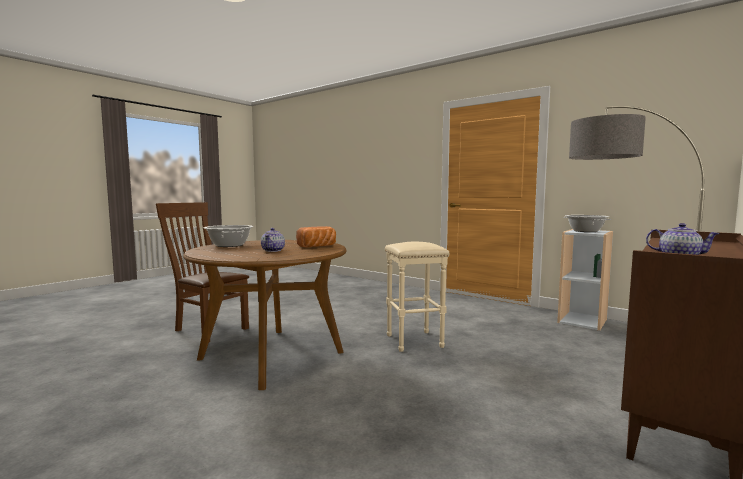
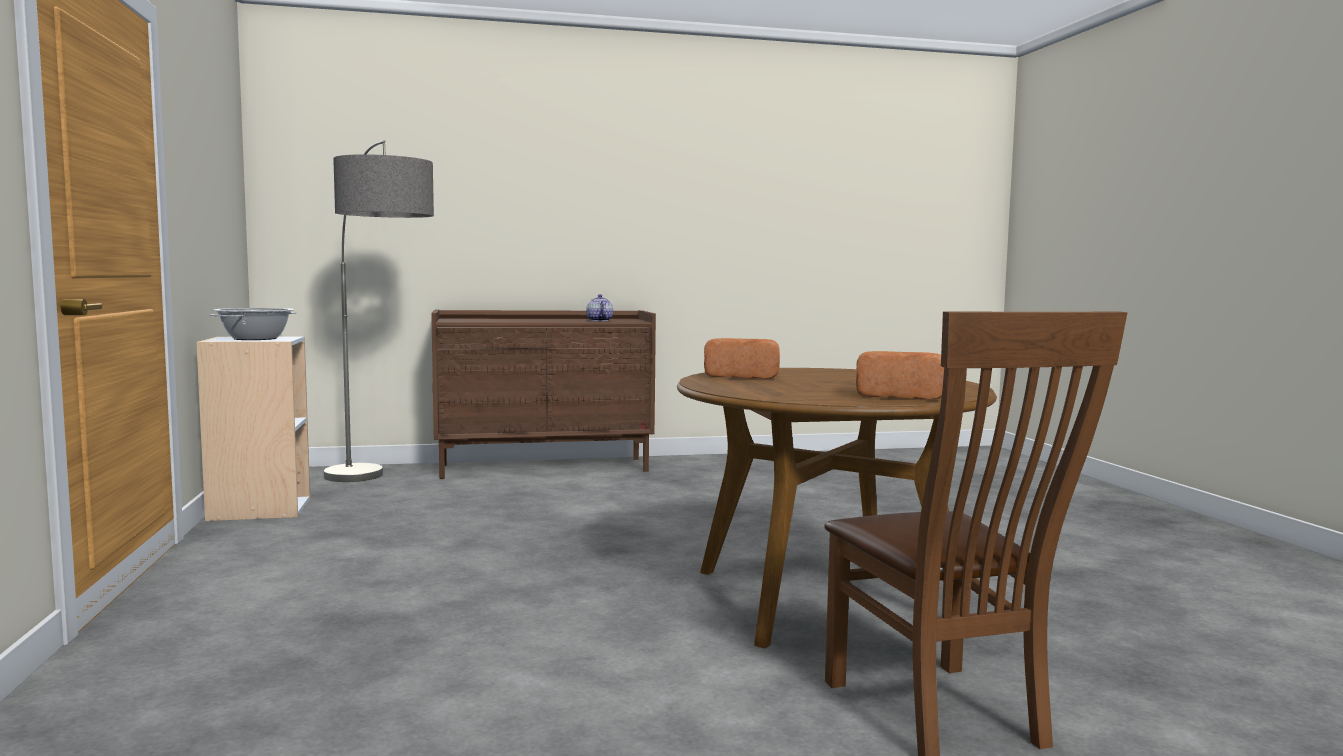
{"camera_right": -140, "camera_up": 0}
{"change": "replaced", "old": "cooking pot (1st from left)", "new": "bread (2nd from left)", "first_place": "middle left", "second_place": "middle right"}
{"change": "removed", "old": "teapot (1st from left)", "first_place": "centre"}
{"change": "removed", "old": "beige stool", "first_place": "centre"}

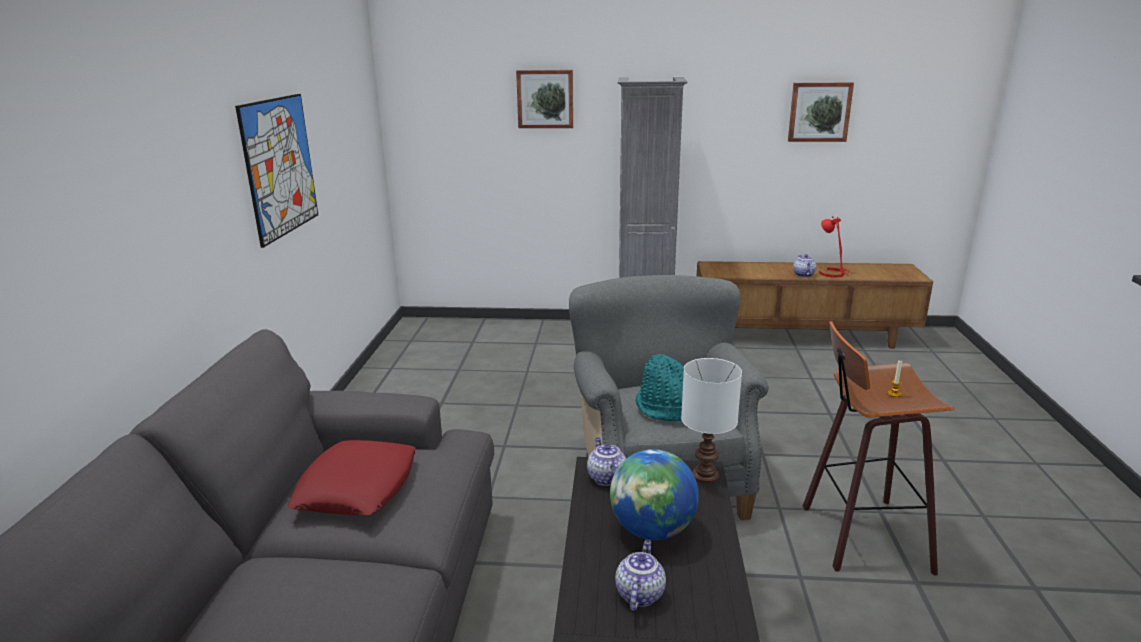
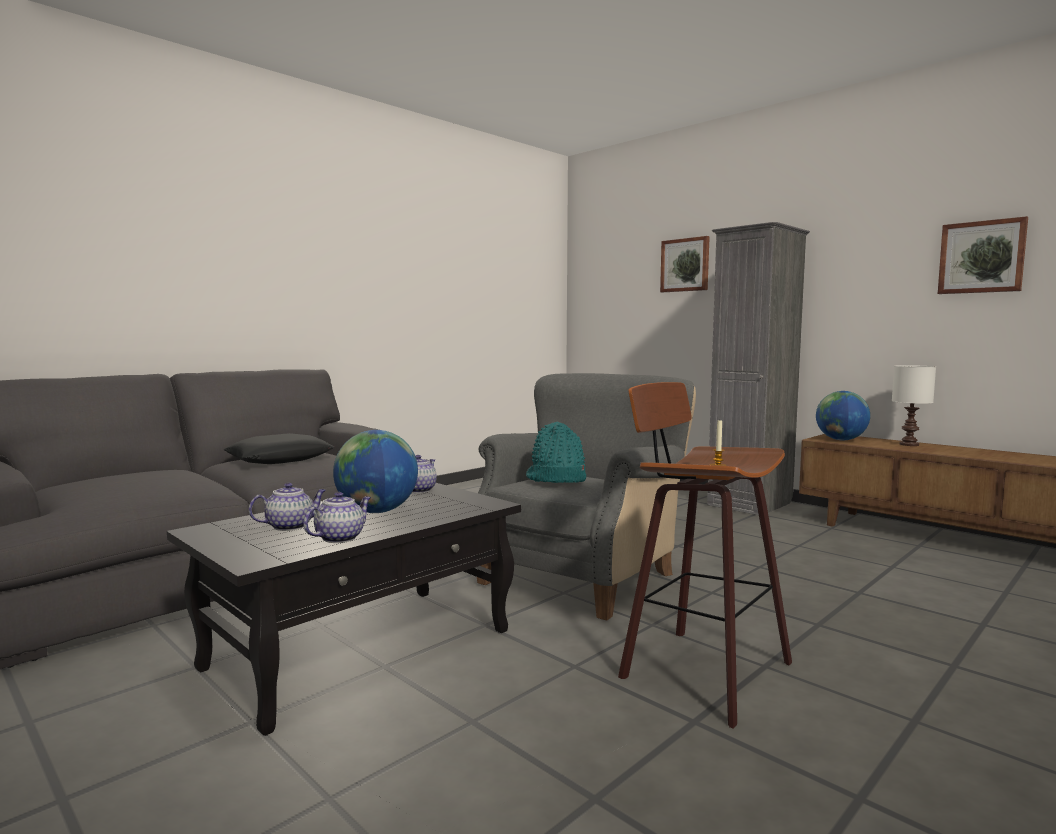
{"camera_right": 40, "camera_up": -15}
{"change": "removed", "old": "picture (1st from left)", "first_place": "top left"}
{"change": "removed", "old": "red table lamp", "first_place": "middle right"}
{"change": "moved", "old": "teapot (3rd from left in the first image)", "new": "teapot (2nd from left)", "first_place": "middle right", "second_place": "middle left"}
{"change": "moved", "old": "white table lamp", "first_place": "centre", "second_place": "middle right"}
{"change": "recoloured", "old": "red pillow", "new": "black pillow", "first_place": "bottom left", "second_place": "middle left"}
{"change": "added", "new": "globe (2nd from left)", "second_place": "middle right"}

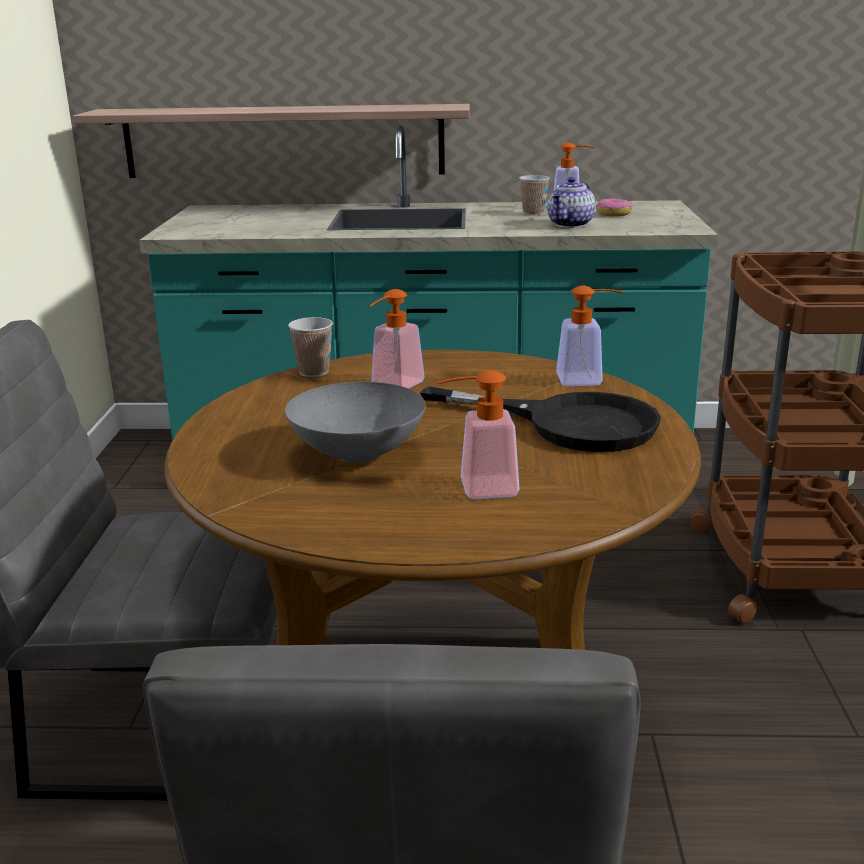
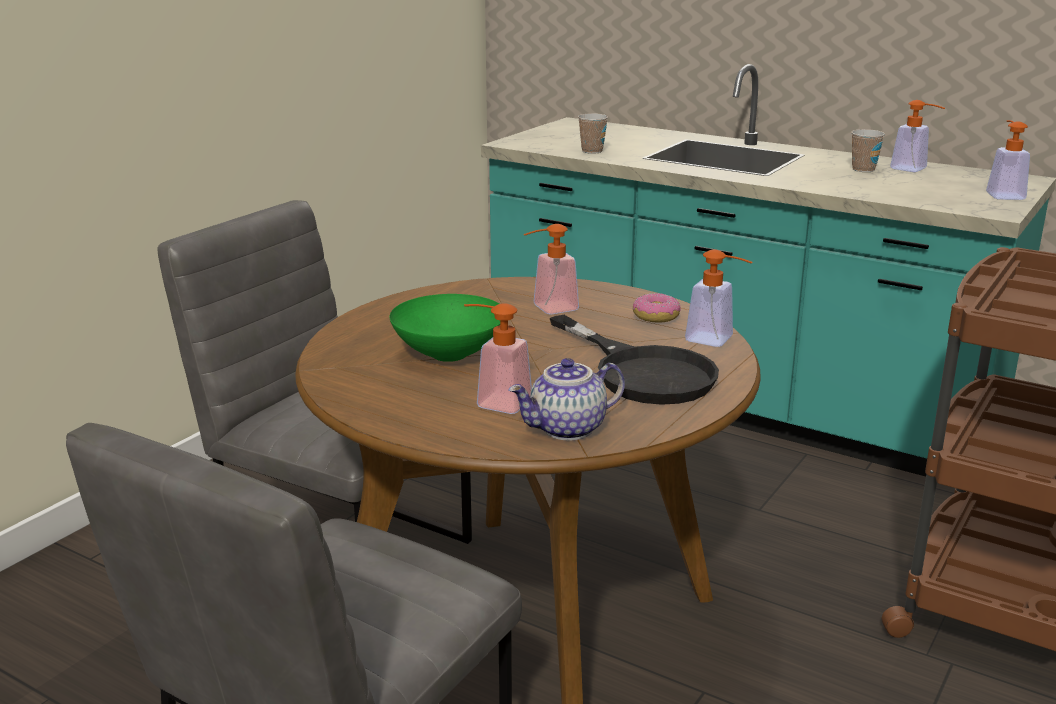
{"camera_right": 30, "camera_up": 0}
{"change": "removed", "old": "shelf", "first_place": "top left"}
{"change": "moved", "old": "teapot", "first_place": "top centre", "second_place": "centre"}
{"change": "moved", "old": "donut", "first_place": "top right", "second_place": "centre"}
{"change": "moved", "old": "cup (1st from left)", "first_place": "centre", "second_place": "top centre"}
{"change": "recoloured", "old": "grey bowl", "new": "green bowl", "first_place": "centre", "second_place": "centre"}
{"change": "added", "new": "soap dispenser (5th from left)", "second_place": "top right"}

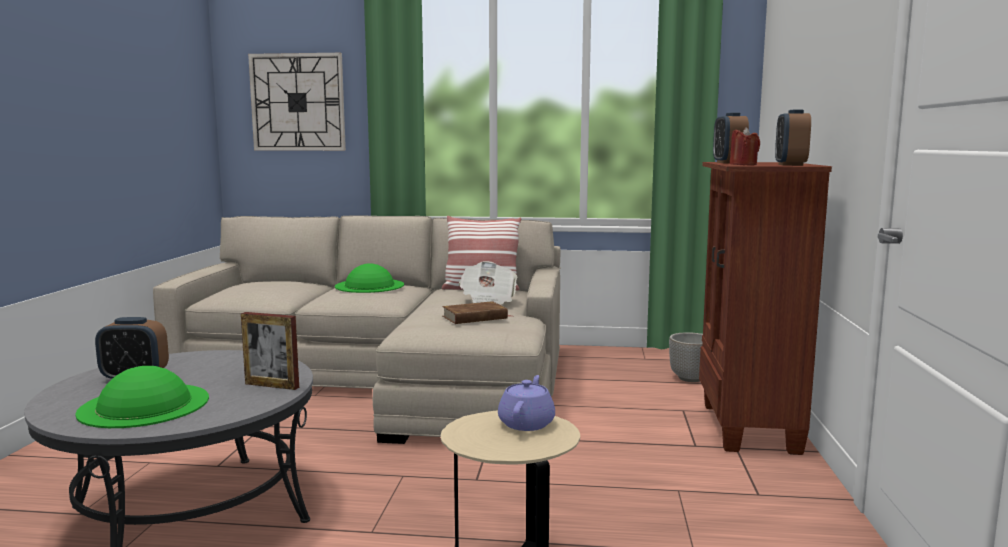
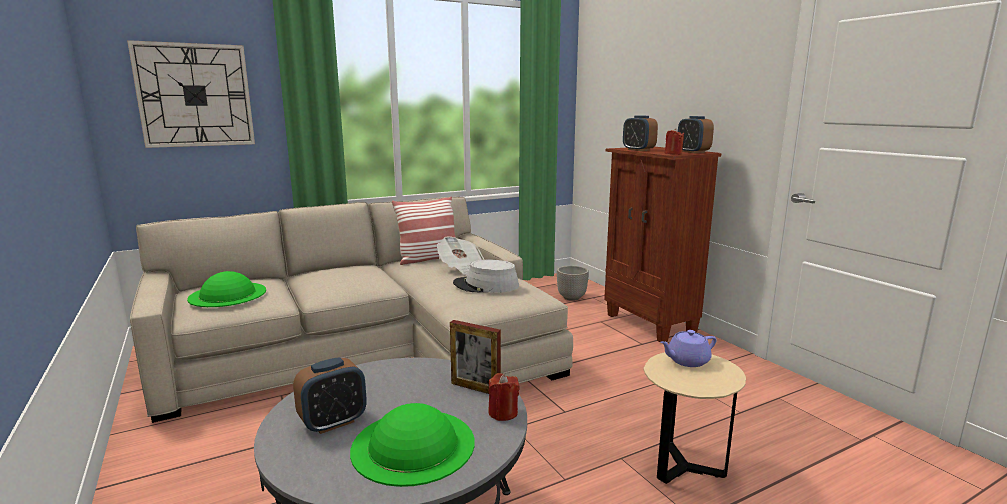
{"camera_right": -35, "camera_up": 5}
{"change": "moved", "old": "green hat (2nd from left in the first image)", "new": "green hat (1st from left)", "first_place": "centre", "second_place": "middle left"}
{"change": "replaced", "old": "brown book", "new": "grey hat", "first_place": "centre", "second_place": "centre"}
{"change": "turned", "old": "picture frame", "first_place": "middle left", "second_place": "bottom centre", "degrees": 45}
{"change": "turned", "old": "purple teapot", "first_place": "bottom centre", "second_place": "bottom right", "degrees": -90}
{"change": "added", "new": "red candle (1st from left)", "second_place": "bottom centre"}

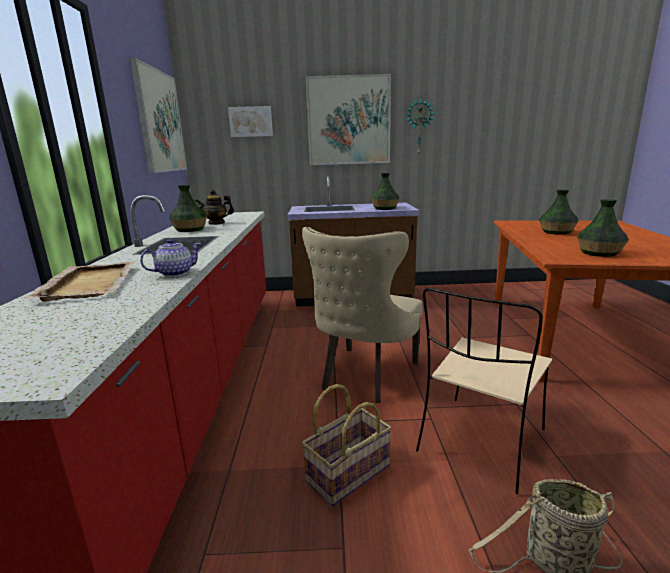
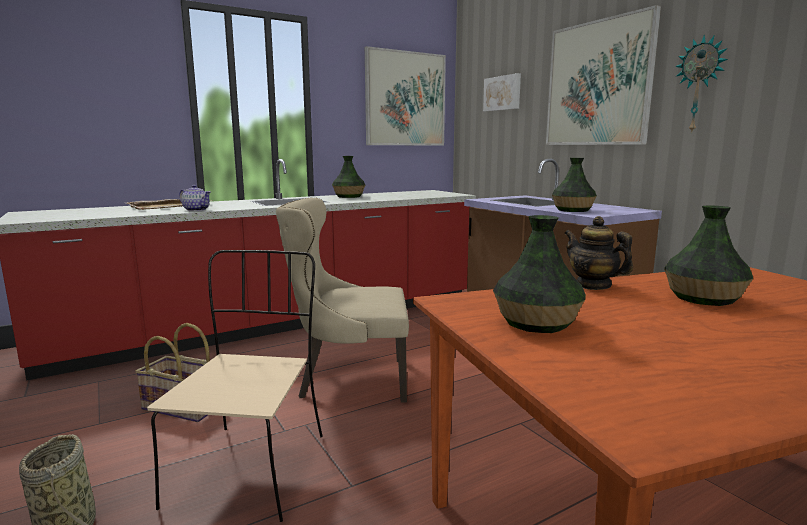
{"camera_right": 60, "camera_up": -5}
{"change": "moved", "old": "teapot (2nd from left)", "first_place": "middle left", "second_place": "middle right"}
{"change": "turned", "old": "beige chair (2nd from left in the first image)", "first_place": "bottom right", "second_place": "bottom left", "degrees": 90}

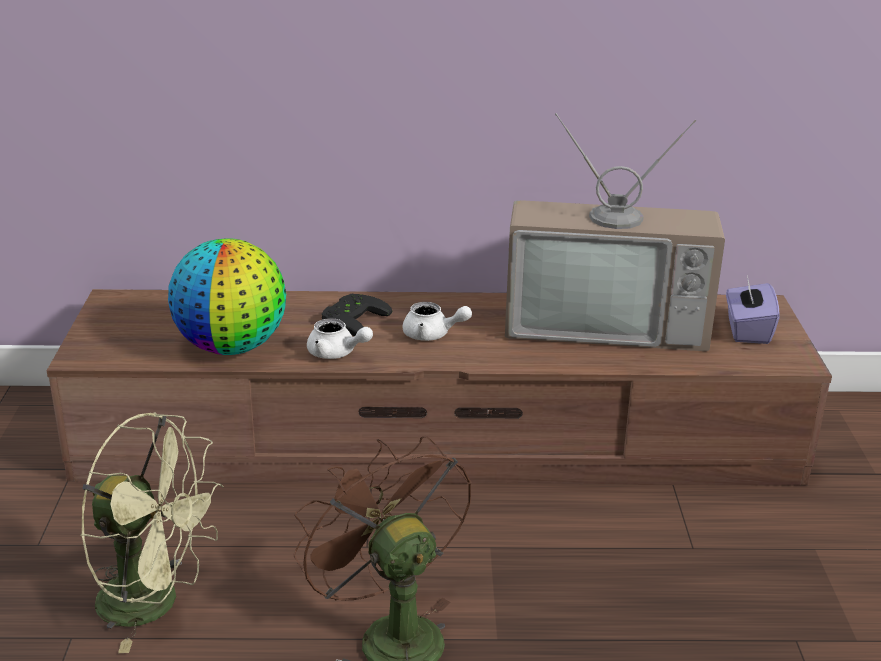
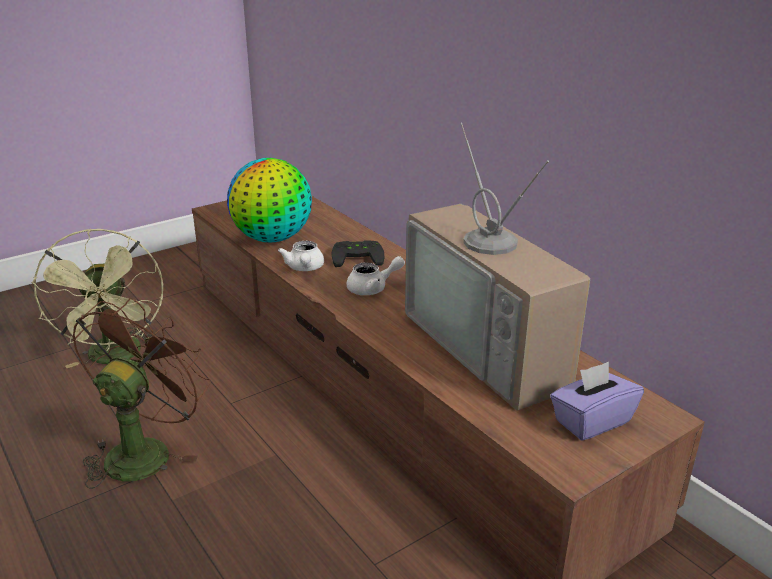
{"camera_right": 55, "camera_up": 0}
{"change": "turned", "old": "white teapot (2nd from left)", "first_place": "centre", "second_place": "centre", "degrees": -90}

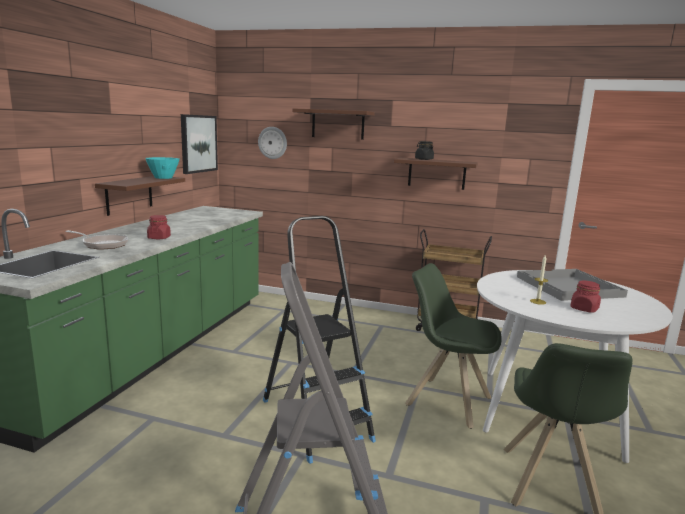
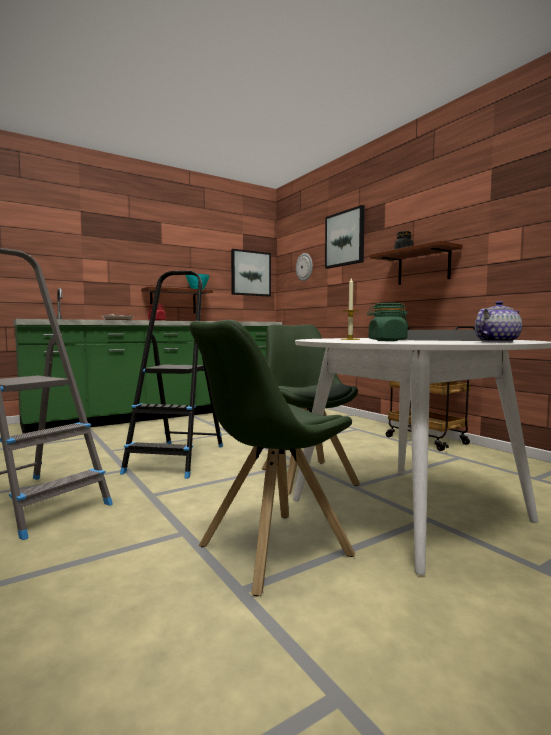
{"camera_right": 40, "camera_up": -10}
{"change": "replaced", "old": "brown shelf (2nd from left)", "new": "picture (2nd from left)", "first_place": "top centre", "second_place": "top centre"}
{"change": "recoloured", "old": "red jar (2nd from left)", "new": "green jar", "first_place": "middle right", "second_place": "middle right"}
{"change": "added", "new": "teapot", "second_place": "middle right"}

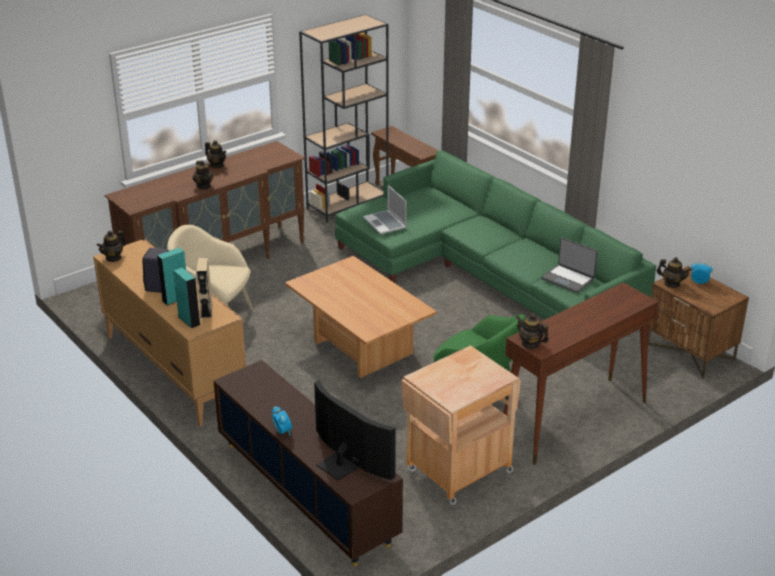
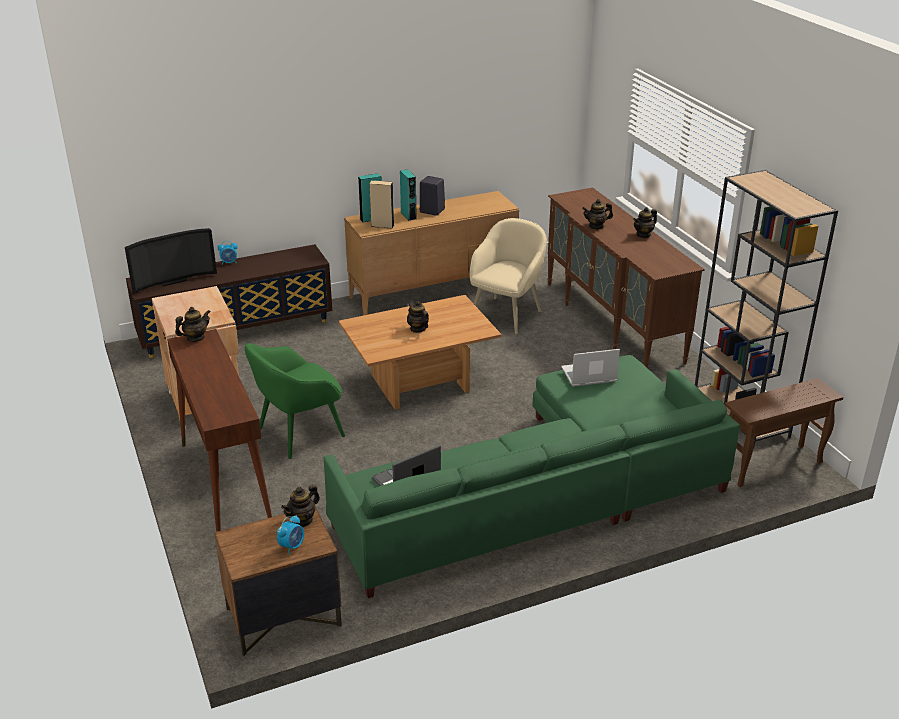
{"camera_right": 105, "camera_up": 0}
{"change": "moved", "old": "teapot (1st from left in the first image)", "new": "teapot (3rd from left)", "first_place": "middle left", "second_place": "centre"}

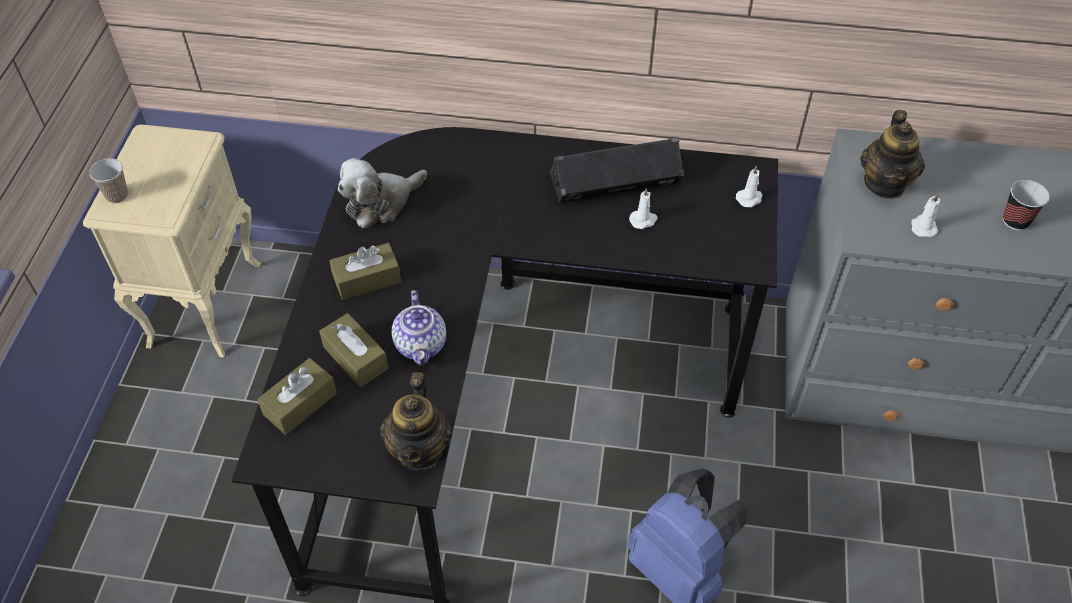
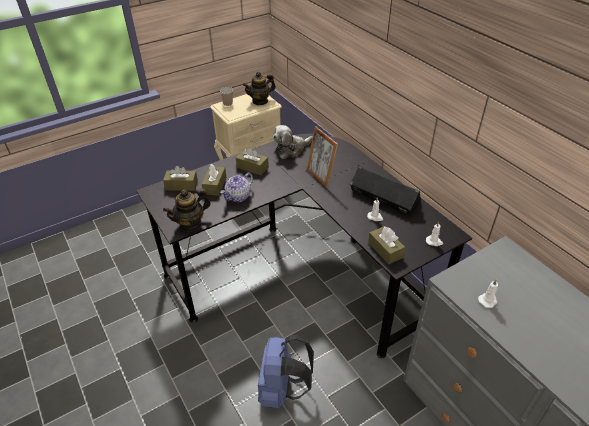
{"camera_right": 50, "camera_up": -10}
{"change": "moved", "old": "teapot (3rd from left)", "first_place": "top right", "second_place": "top centre"}
{"change": "turned", "old": "plush toy", "first_place": "top centre", "second_place": "centre", "degrees": -45}
{"change": "removed", "old": "cup (2nd from left)", "first_place": "middle right"}
{"change": "added", "new": "picture frame", "second_place": "centre"}
{"change": "added", "new": "brown tissue box (4th from left)", "second_place": "centre"}

